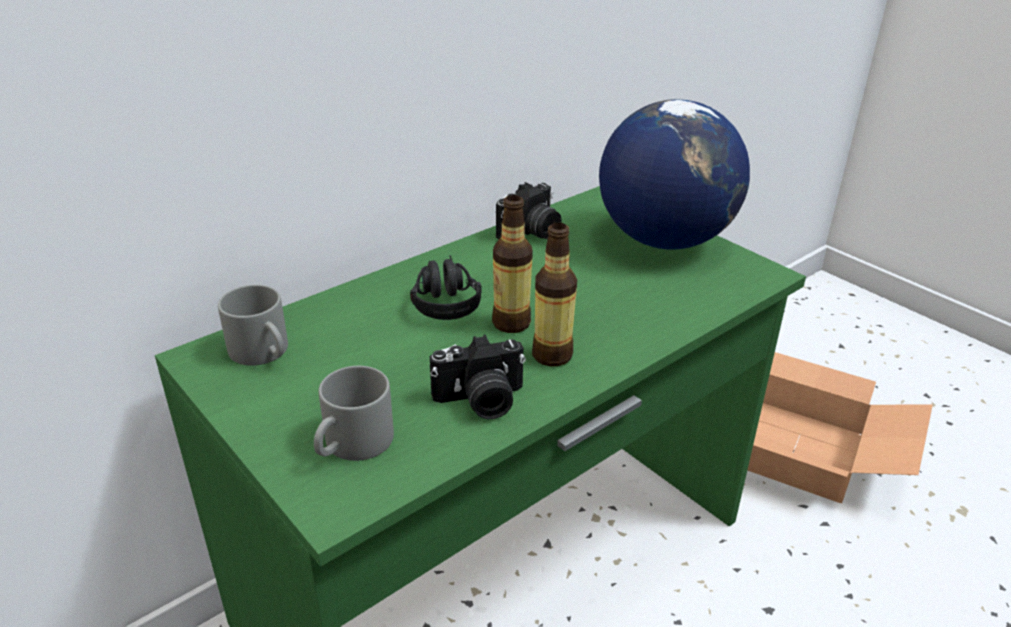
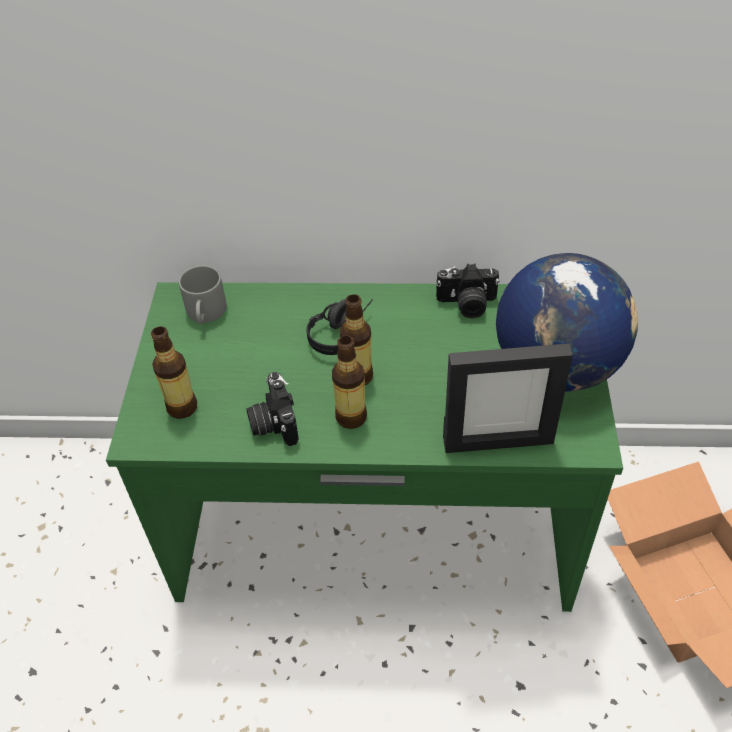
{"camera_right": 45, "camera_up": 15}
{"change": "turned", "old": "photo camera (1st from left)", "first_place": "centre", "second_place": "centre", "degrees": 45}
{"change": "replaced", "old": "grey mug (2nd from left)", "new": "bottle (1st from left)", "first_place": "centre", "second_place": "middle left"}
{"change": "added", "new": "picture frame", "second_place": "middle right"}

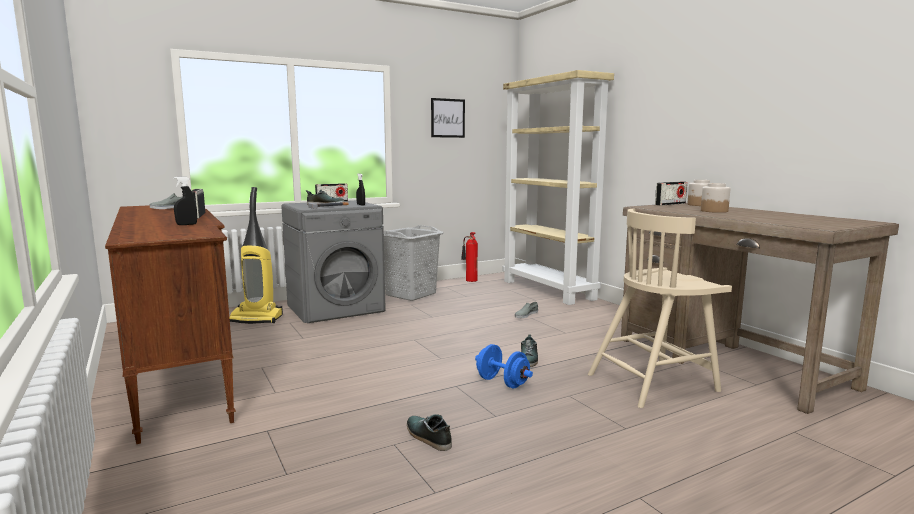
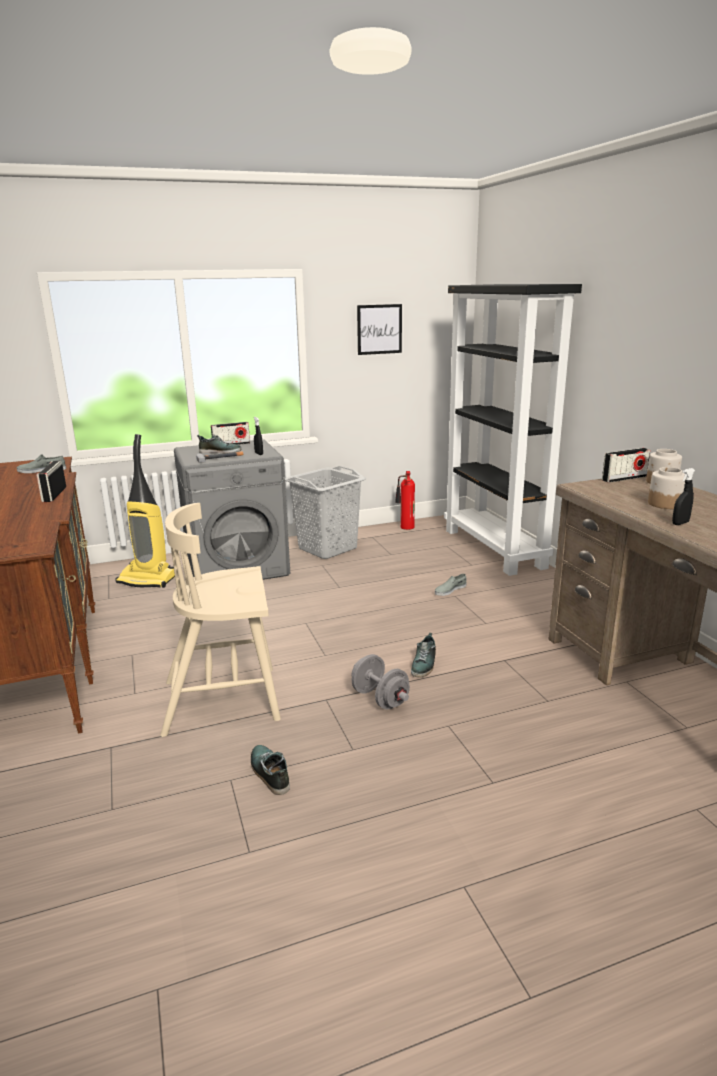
{"camera_right": 10, "camera_up": 10}
{"change": "recoloured", "old": "beige bookcase", "new": "black bookcase", "first_place": "centre", "second_place": "middle right"}
{"change": "moved", "old": "black spray bottle (1st from left in the first image)", "new": "black spray bottle (2nd from left)", "first_place": "middle left", "second_place": "middle right"}
{"change": "moved", "old": "beige chair", "first_place": "middle right", "second_place": "middle left"}
{"change": "recoloured", "old": "blue dumbbell", "new": "grey dumbbell", "first_place": "bottom centre", "second_place": "centre"}

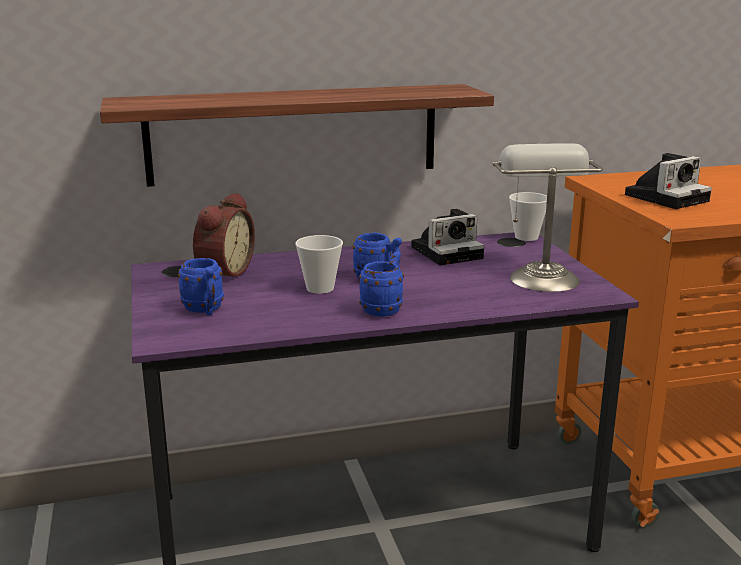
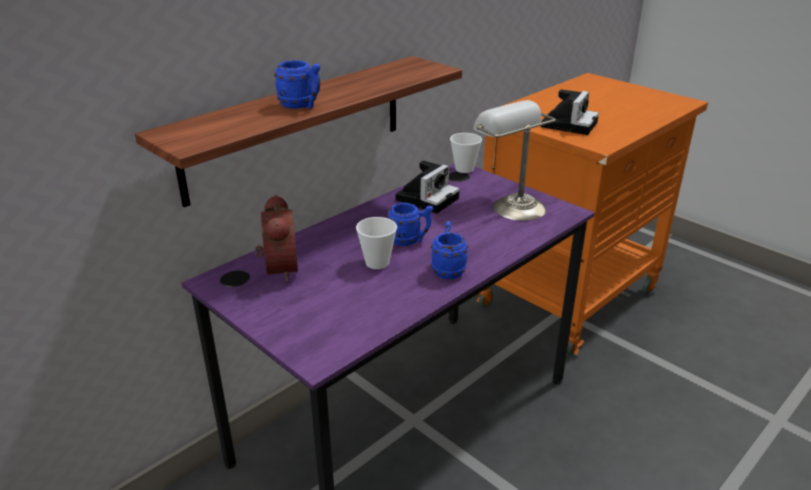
{"camera_right": -30, "camera_up": 10}
{"change": "moved", "old": "blue mug (1st from left)", "first_place": "middle left", "second_place": "top centre"}

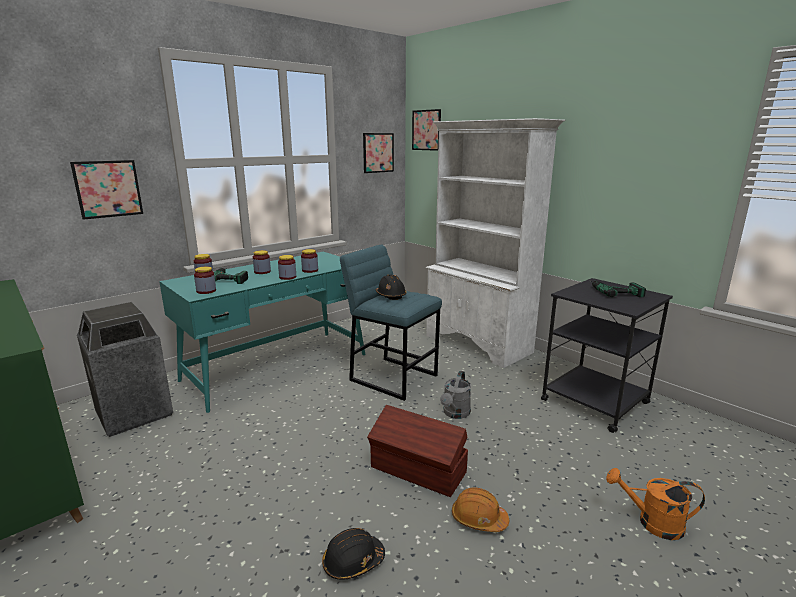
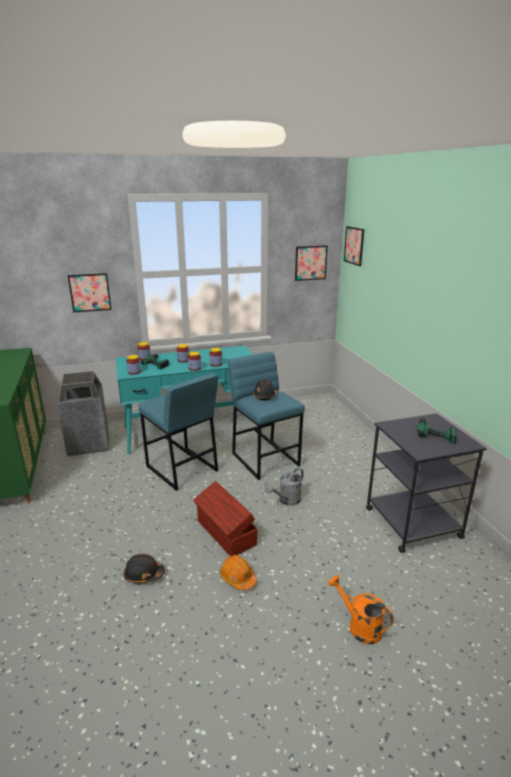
{"camera_right": 25, "camera_up": 5}
{"change": "removed", "old": "white bookcase", "first_place": "centre"}
{"change": "added", "new": "blue stool (1st from left)", "second_place": "centre"}

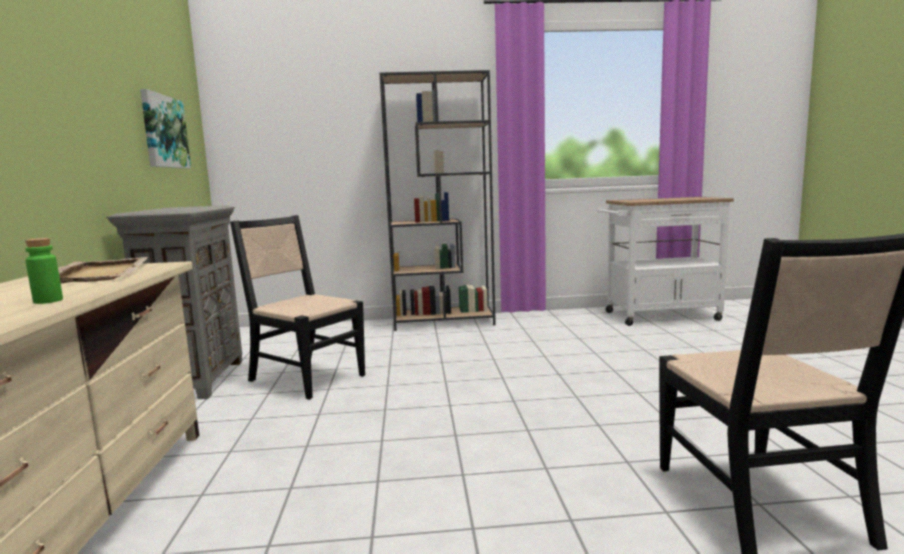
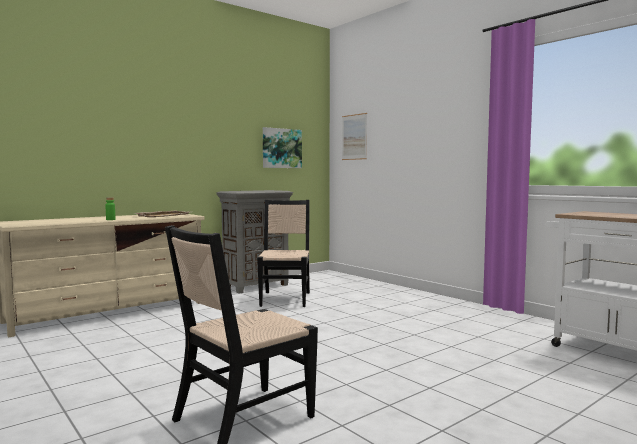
{"camera_right": 55, "camera_up": -5}
{"change": "removed", "old": "bookcase", "first_place": "centre"}
{"change": "added", "new": "picture (2nd from left)", "second_place": "top centre"}

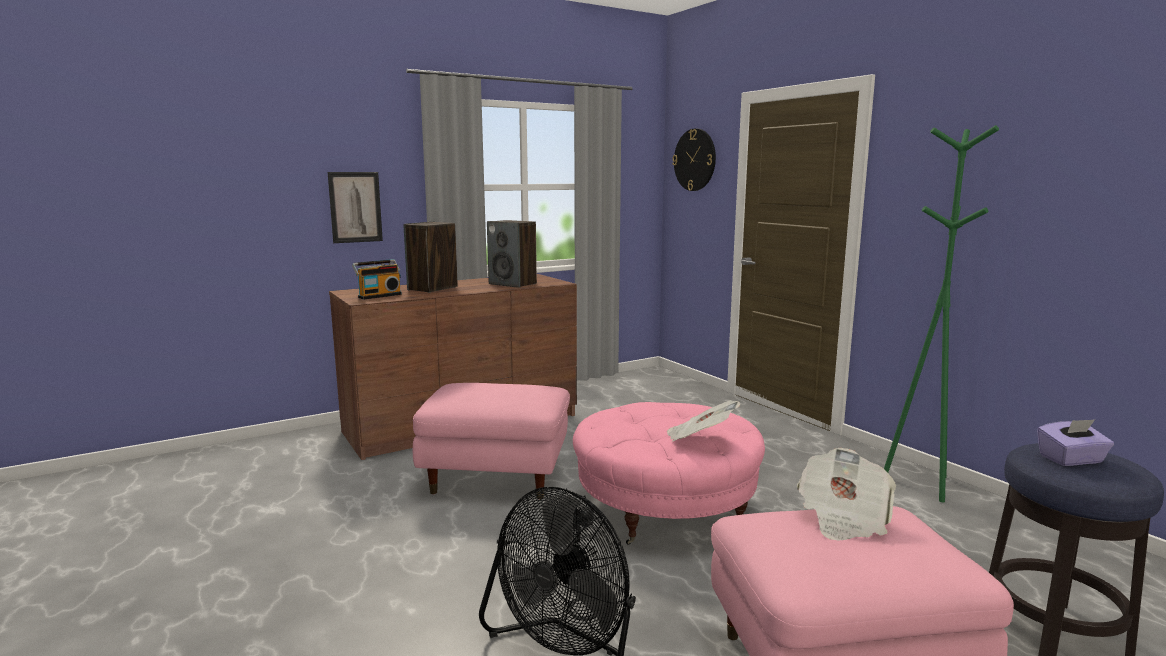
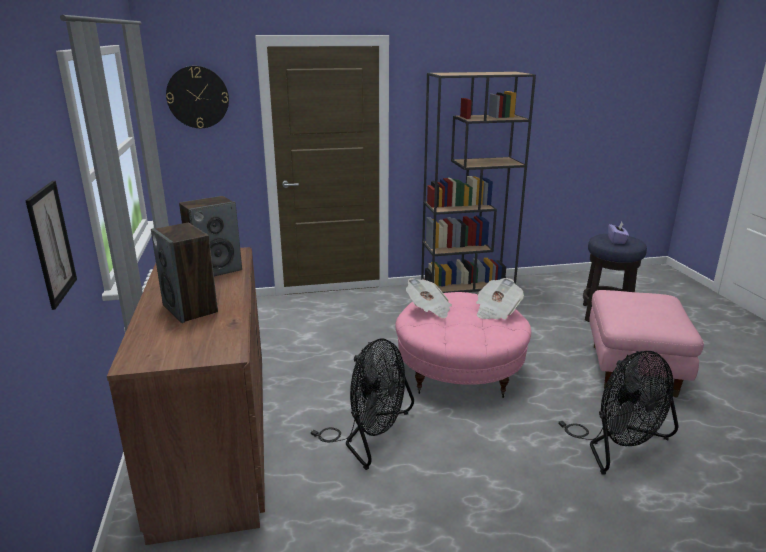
{"camera_right": -70, "camera_up": 10}
{"change": "replaced", "old": "green clothes rack", "new": "bookcase", "first_place": "middle right", "second_place": "top centre"}
{"change": "removed", "old": "radio", "first_place": "middle left"}
{"change": "replaced", "old": "pink ottoman (1st from left)", "new": "black fan (1st from left)", "first_place": "bottom centre", "second_place": "bottom centre"}
{"change": "moved", "old": "newspaper (2nd from left in the first image)", "new": "newspaper (1st from left)", "first_place": "bottom right", "second_place": "centre"}

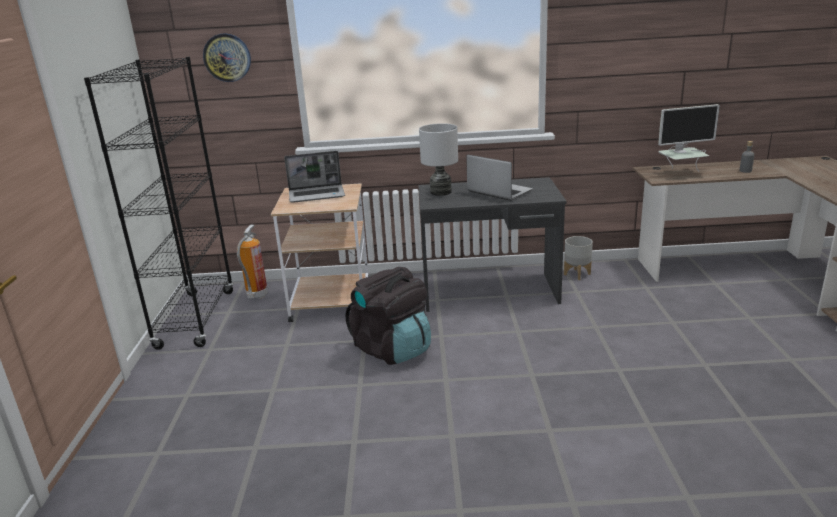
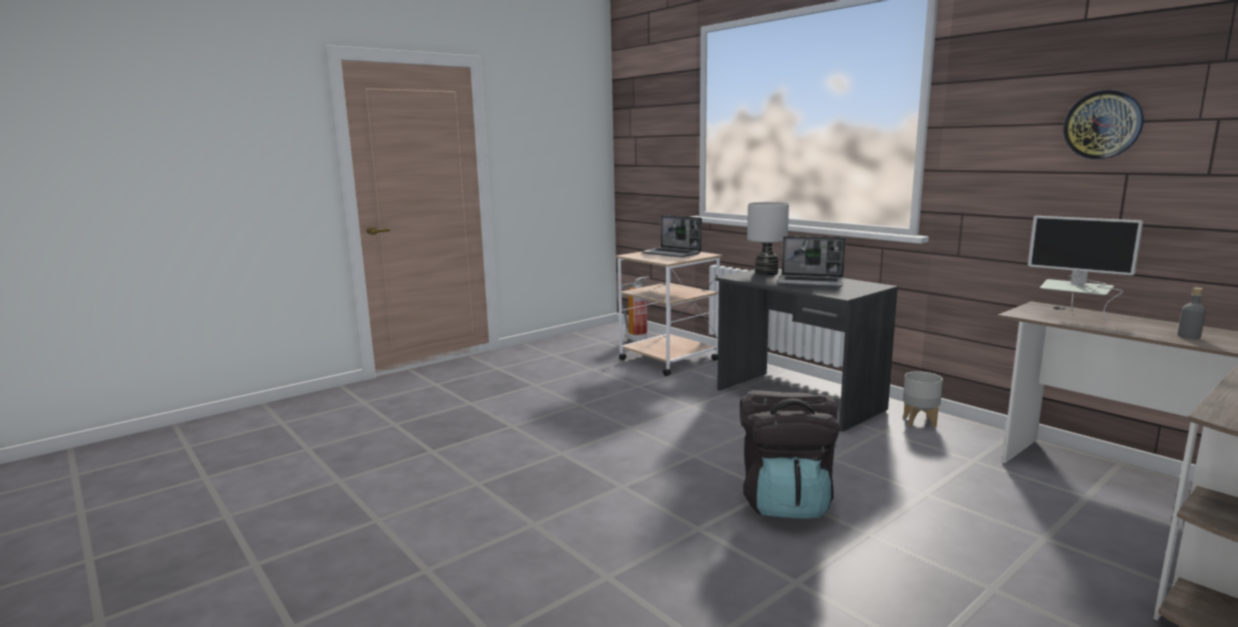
{"camera_right": 50, "camera_up": -10}
{"change": "moved", "old": "wall clock", "first_place": "top left", "second_place": "top right"}
{"change": "removed", "old": "black bookcase", "first_place": "middle left"}
{"change": "turned", "old": "laptop (2nd from left)", "first_place": "centre", "second_place": "centre", "degrees": 105}
{"change": "moved", "old": "black backpack", "first_place": "centre", "second_place": "bottom centre"}

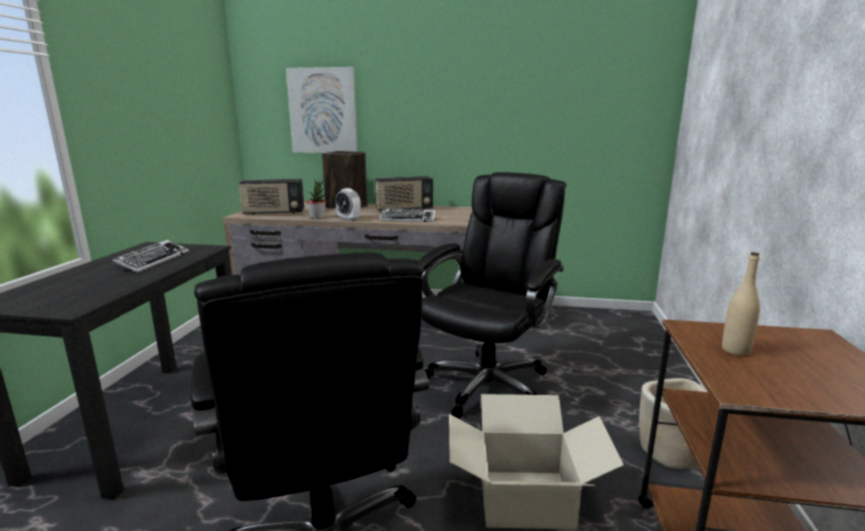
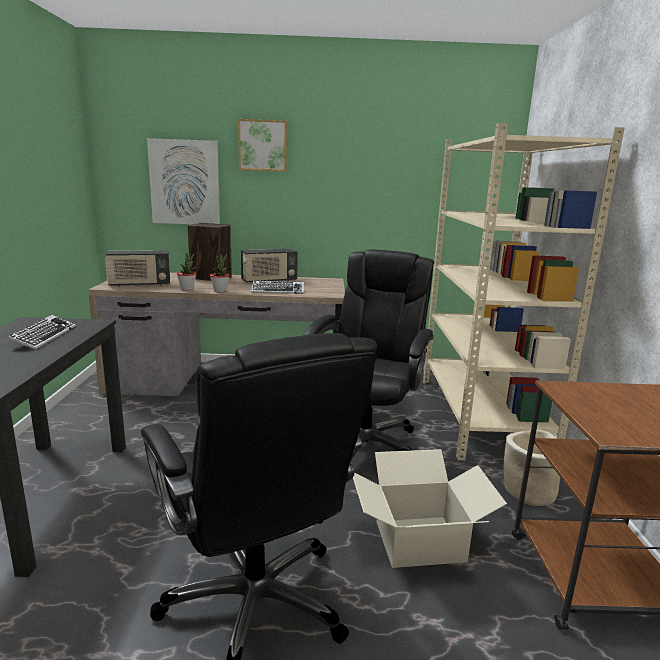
{"camera_right": -10, "camera_up": 0}
{"change": "replaced", "old": "alarm clock", "new": "potted plant (2nd from left)", "first_place": "centre", "second_place": "middle left"}
{"change": "removed", "old": "beige bottle", "first_place": "middle right"}
{"change": "added", "new": "picture (2nd from left)", "second_place": "top centre"}
{"change": "added", "new": "beige bookcase", "second_place": "middle right"}

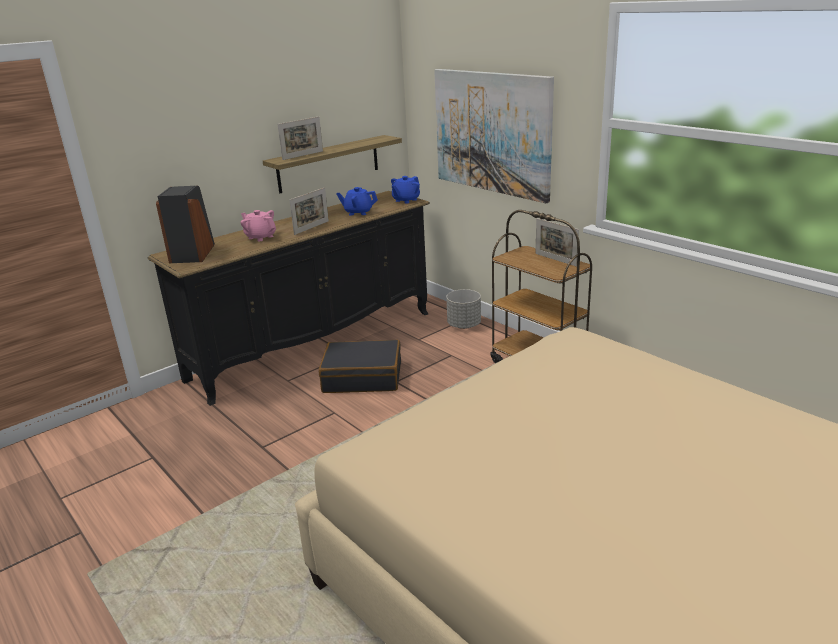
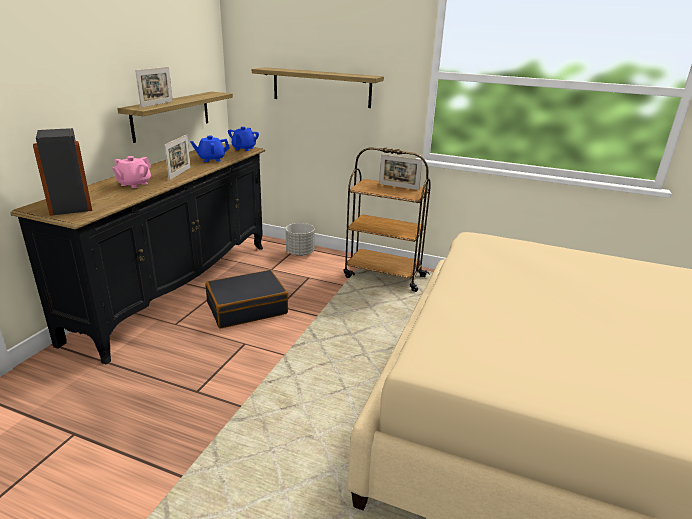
{"camera_right": -30, "camera_up": 0}
{"change": "replaced", "old": "picture", "new": "shelf (2nd from left)", "first_place": "top centre", "second_place": "top centre"}
{"change": "turned", "old": "pink teapot", "first_place": "middle left", "second_place": "top left", "degrees": -75}

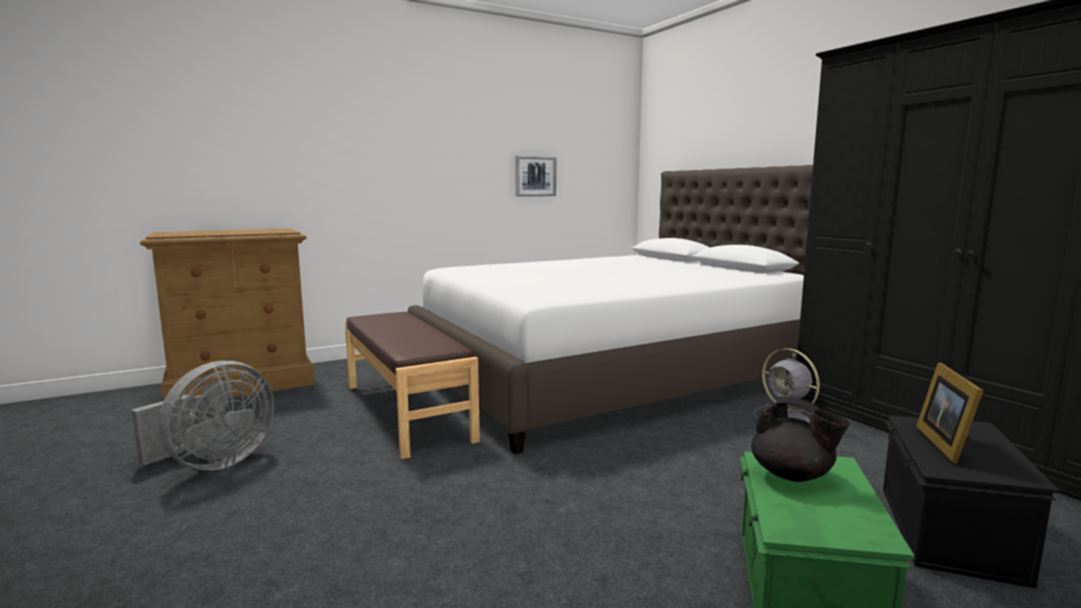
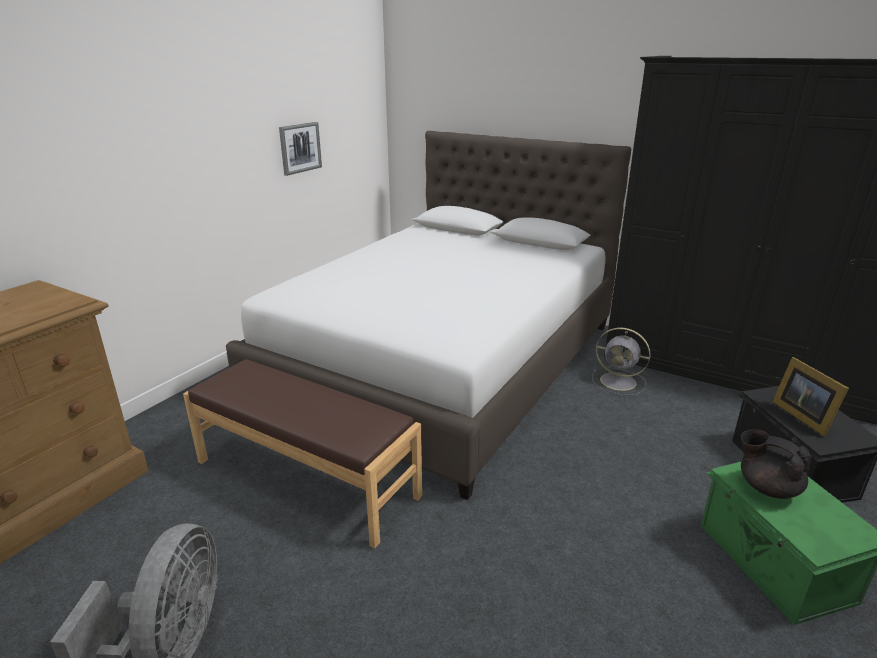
{"camera_right": -30, "camera_up": 15}
{"change": "turned", "old": "black teapot", "first_place": "bottom right", "second_place": "bottom right", "degrees": -150}

